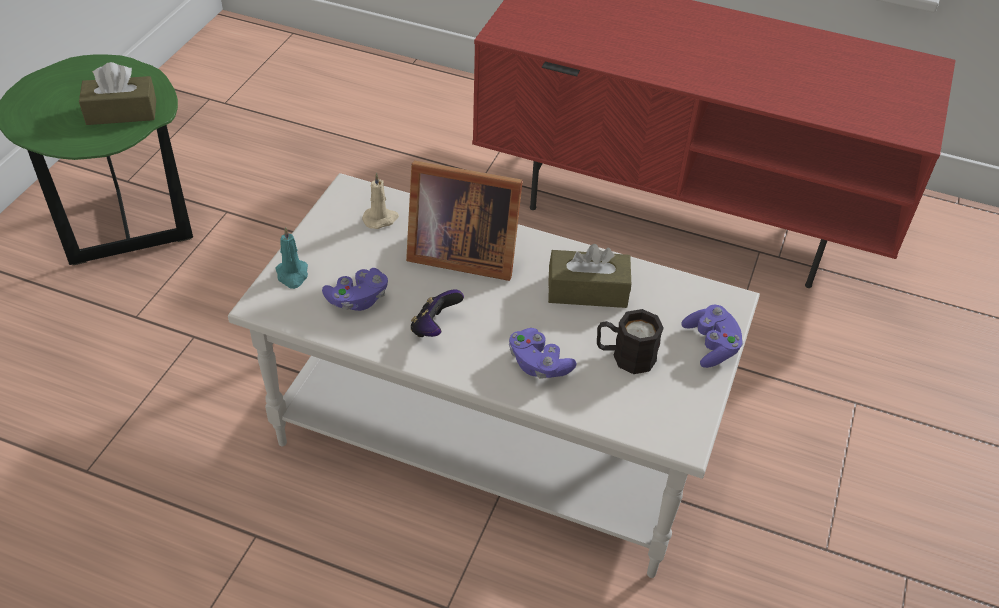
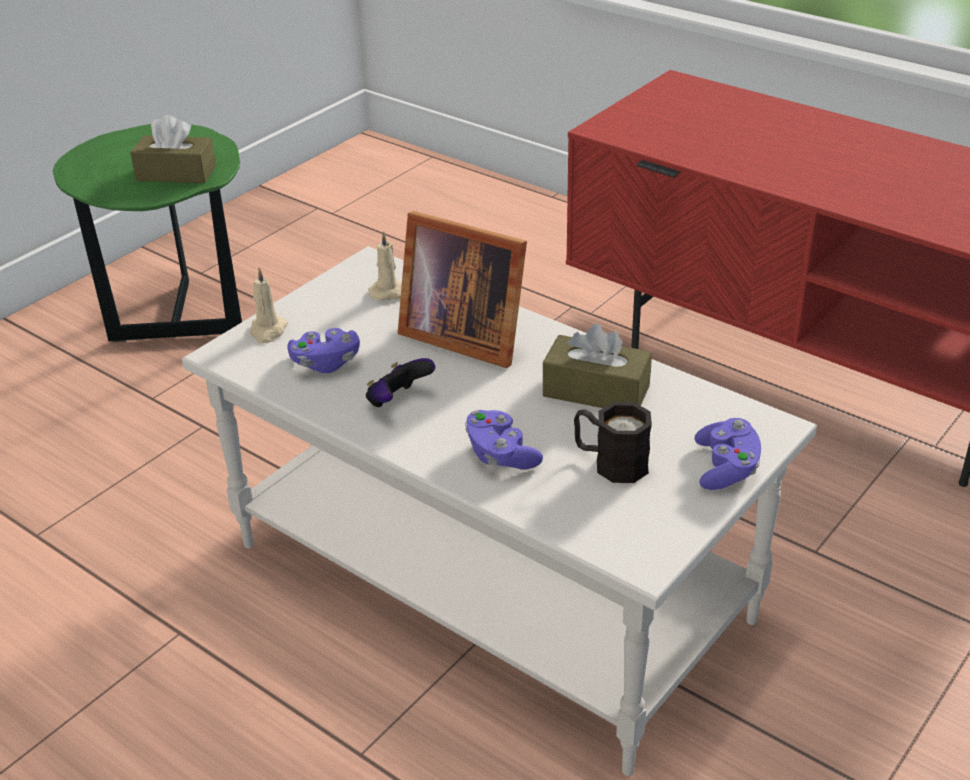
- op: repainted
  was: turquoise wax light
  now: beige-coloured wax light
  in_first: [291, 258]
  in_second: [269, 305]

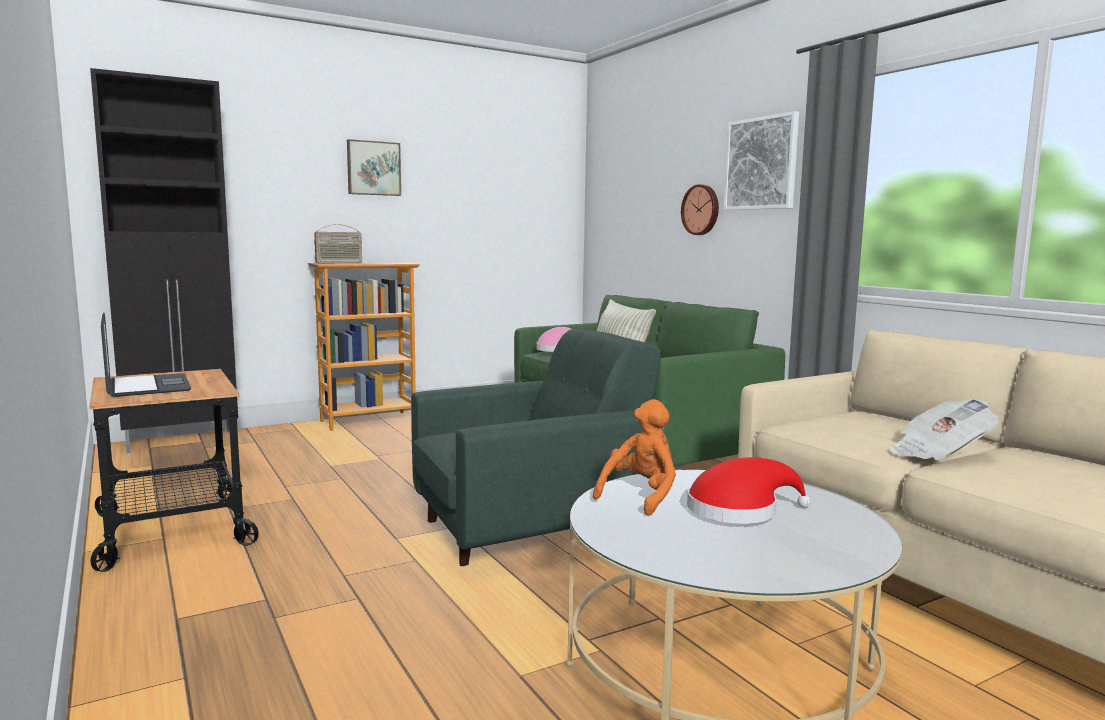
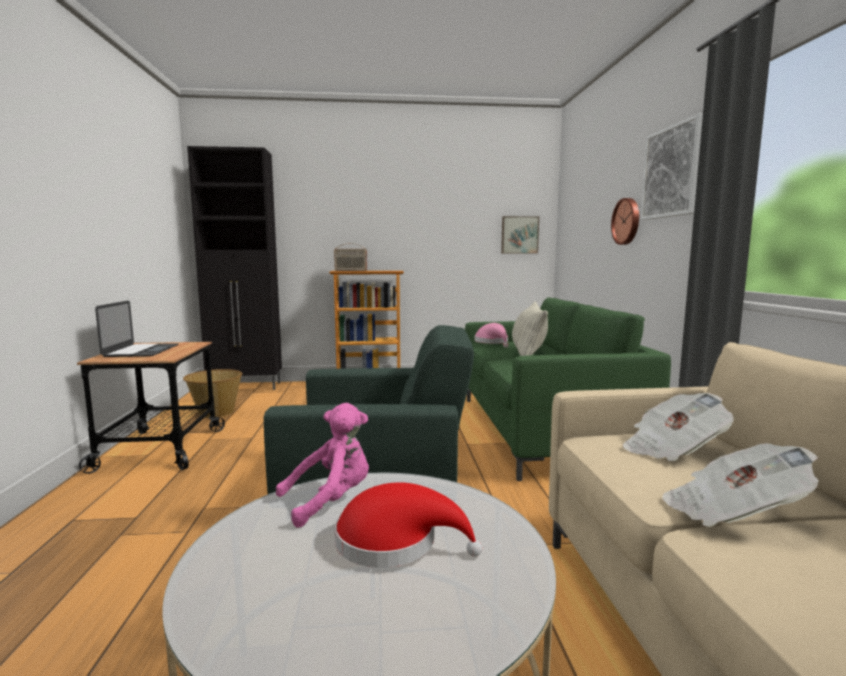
- op: new
  now: storage basket
  in_second: [212, 393]
- op: new
  now: daily paper
  in_second: [678, 427]
- op: shifted
  was: picture
  in_first: [374, 167]
  in_second: [520, 235]
- op: repainted
  was: orange soft toy
  now: pink soft toy
  in_first: [634, 457]
  in_second: [322, 465]

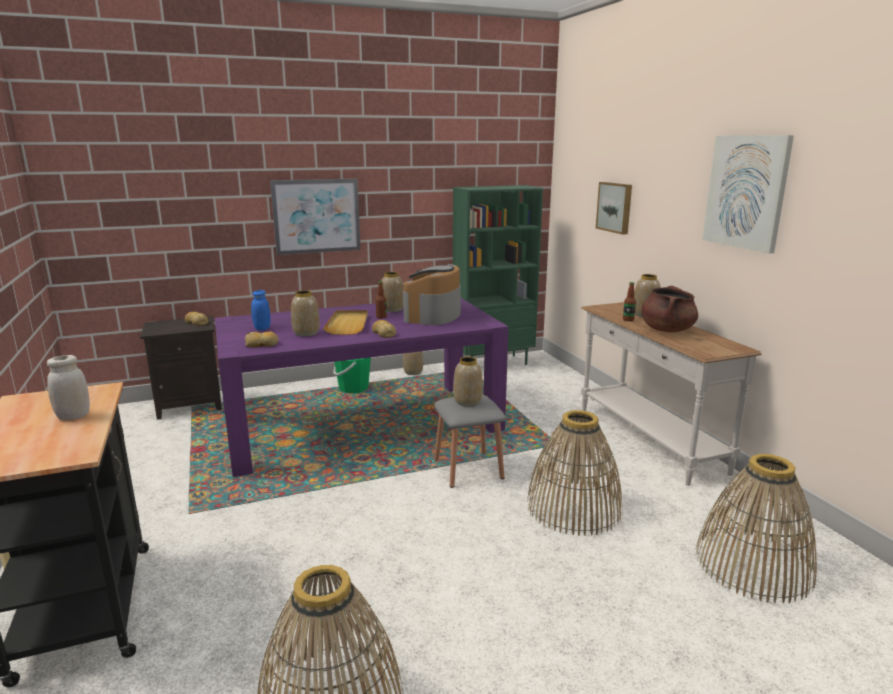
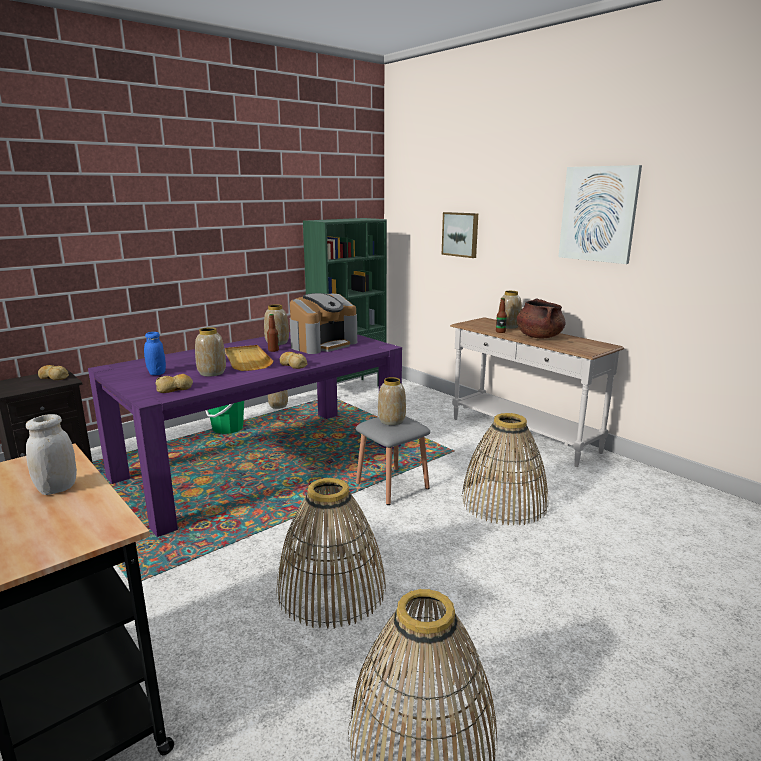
- op: gone
  was: picture
  in_first: [315, 217]
- op: shifted
  was: storage basket
  in_first: [756, 528]
  in_second: [331, 553]
- op: rotated
  was: coffee machine
  in_first: [432, 294]
  in_second: [323, 323]
  clockwise: -135

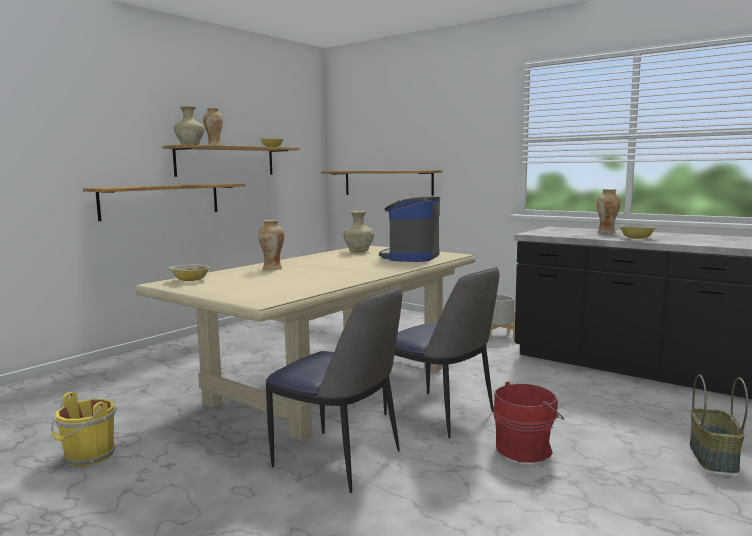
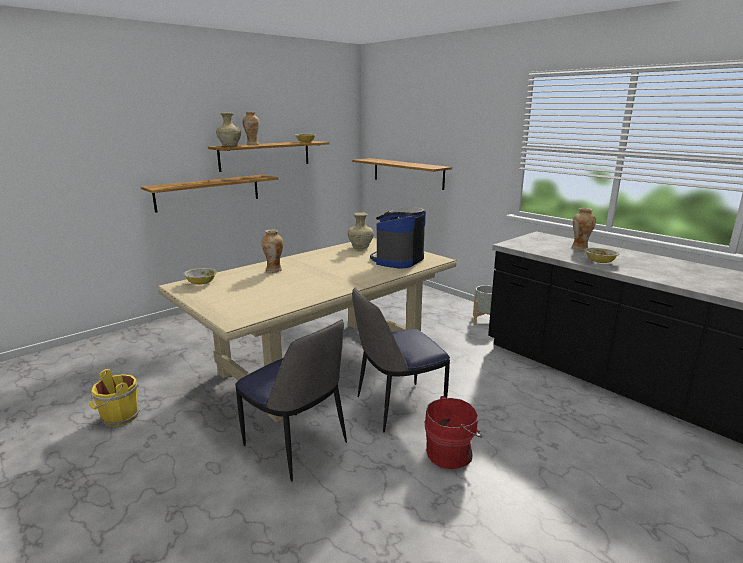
- op: gone
  was: storage basket
  in_first: [719, 424]
- op: rotated
  was: upright chair
  in_first: [441, 352]
  in_second: [401, 359]
  clockwise: 105

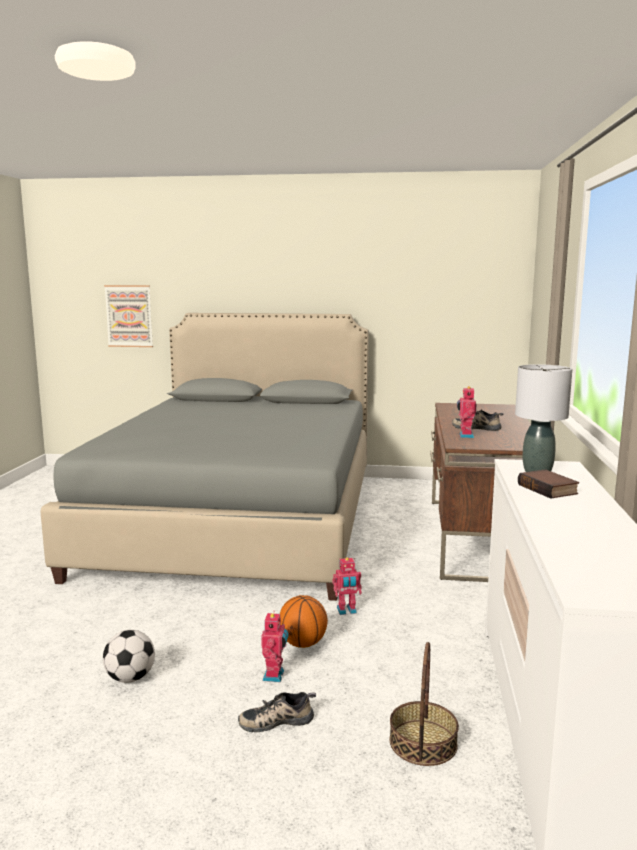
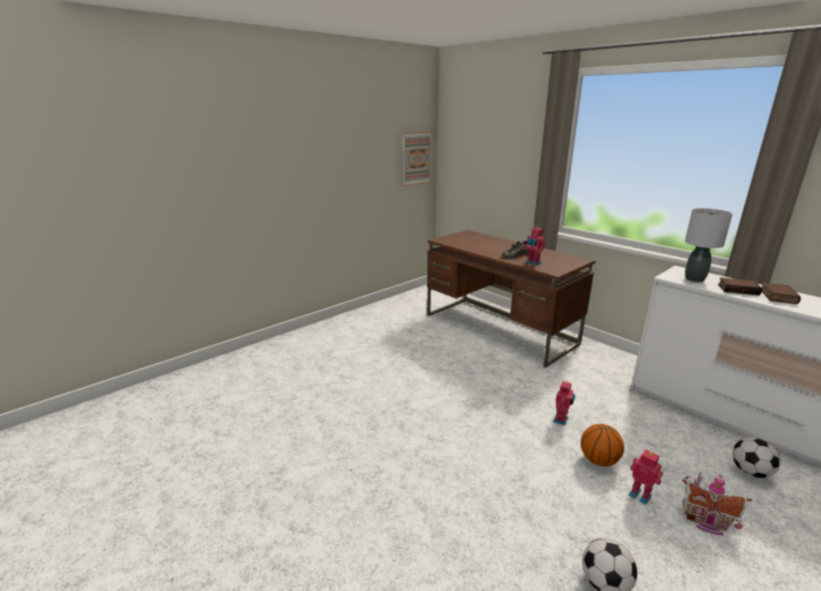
- op: gone
  was: grey bed
  in_first: [204, 457]
- op: new
  now: bound book
  in_second: [781, 293]
- op: shifted
  was: picture
  in_first: [128, 316]
  in_second: [417, 158]
- op: swapped
  was: low shoe
  now: miniature house
  in_first: [277, 712]
  in_second: [717, 503]
- op: swapped
  was: storage basket
  now: ball for football
  in_first: [424, 704]
  in_second: [756, 457]

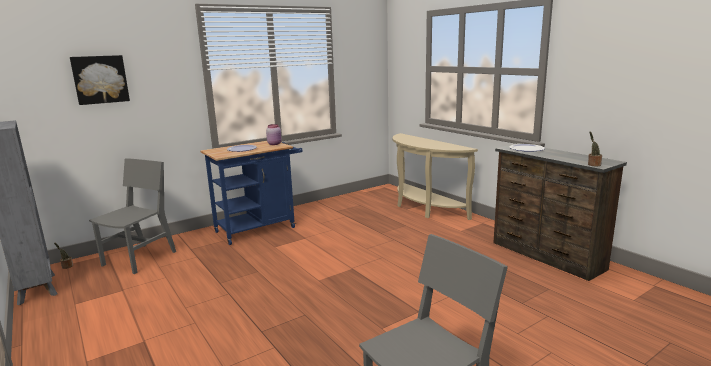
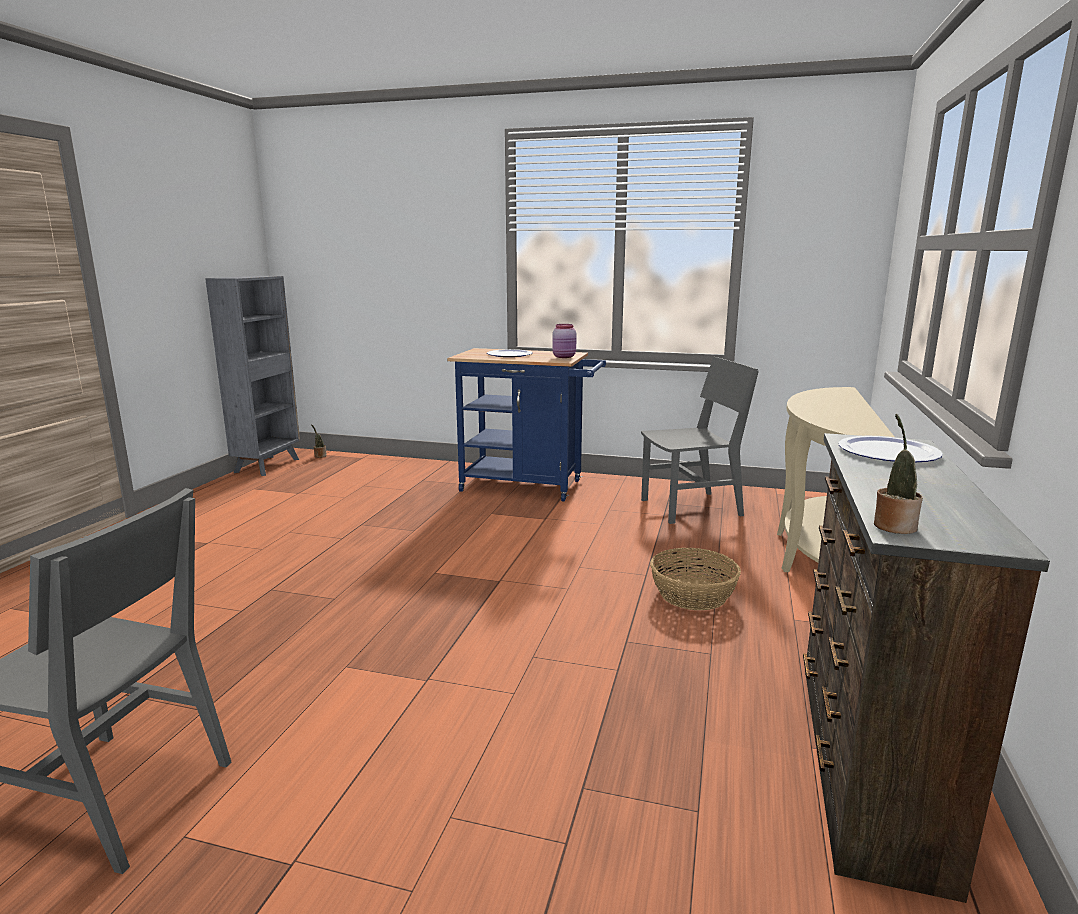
- op: gone
  was: picture
  in_first: [100, 80]
- op: new
  now: storage basket
  in_second: [695, 579]
- op: shifted
  was: grey upright chair
  in_first: [132, 216]
  in_second: [700, 440]

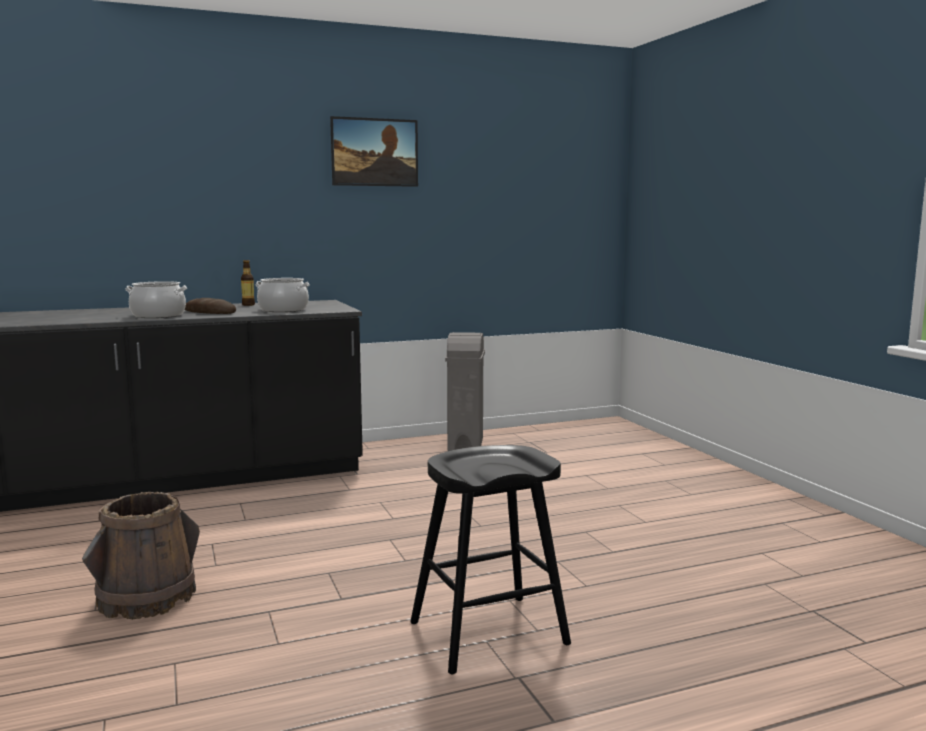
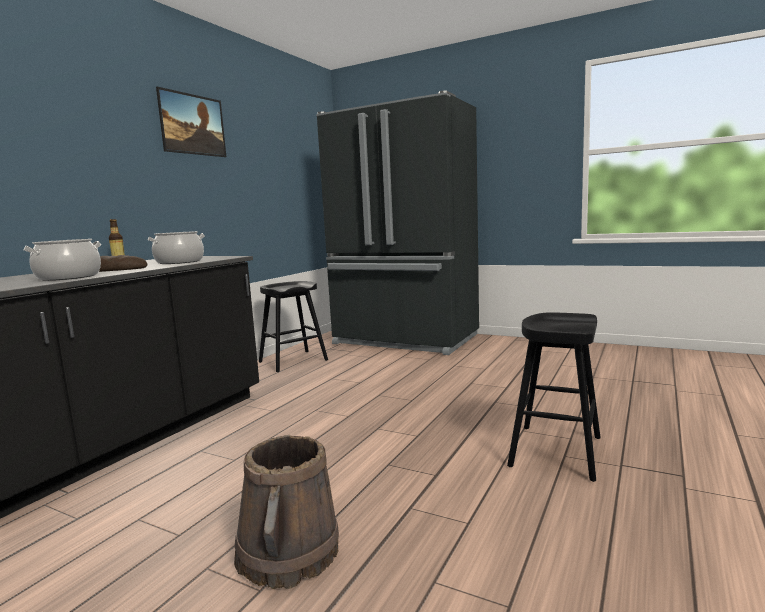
- op: new
  now: blackish kitchen fridge
  in_second: [397, 223]
- op: swapped
  was: grey trash can
  now: blackish sitting stool
  in_first: [465, 391]
  in_second: [293, 326]

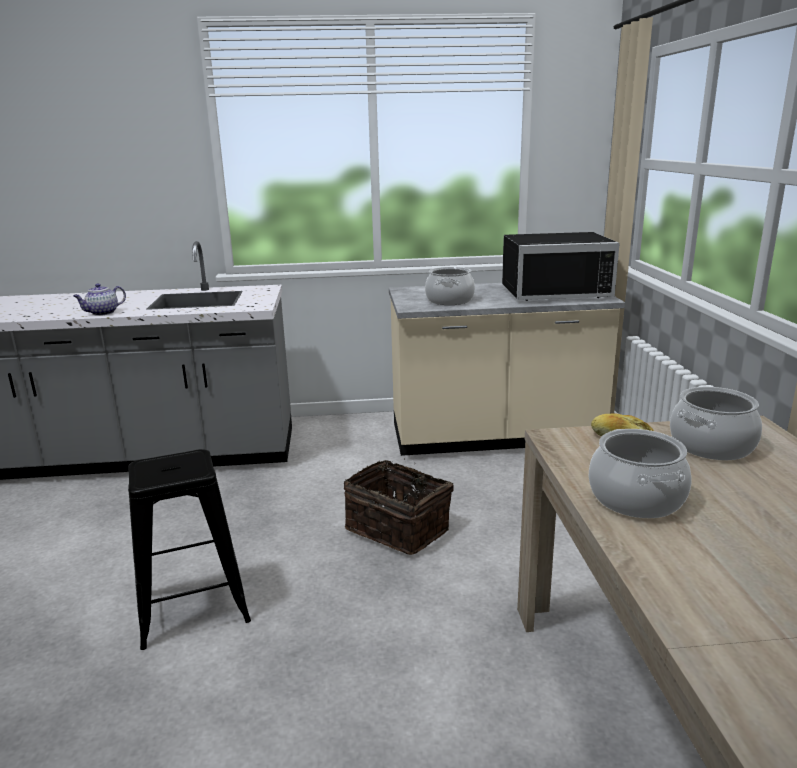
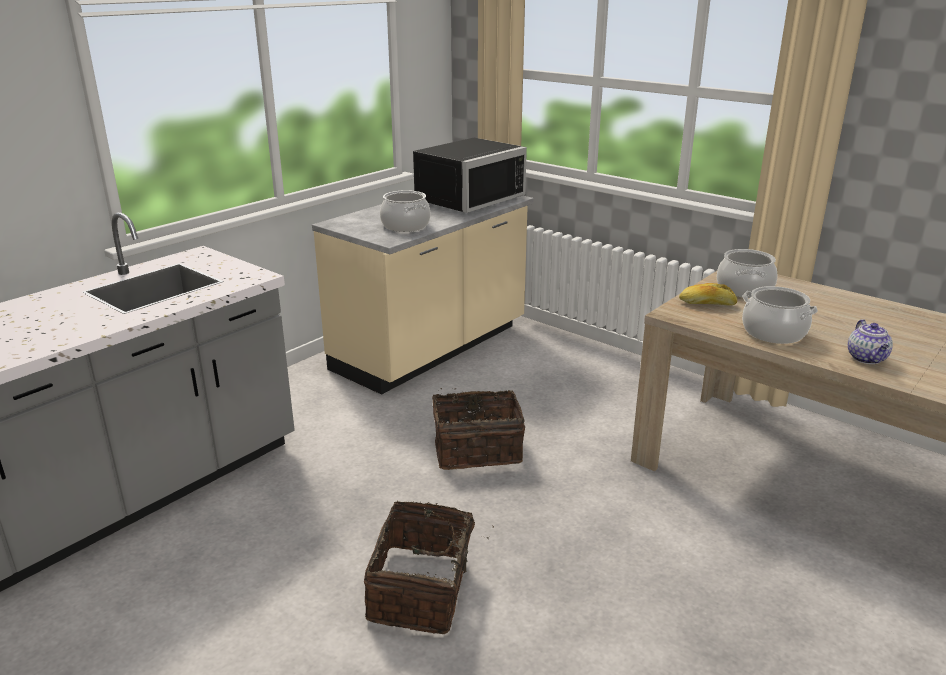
- op: shifted
  was: teapot
  in_first: [99, 300]
  in_second: [870, 341]
- op: swapped
  was: blackish sitting stool
  now: storage basket
  in_first: [189, 549]
  in_second: [429, 567]

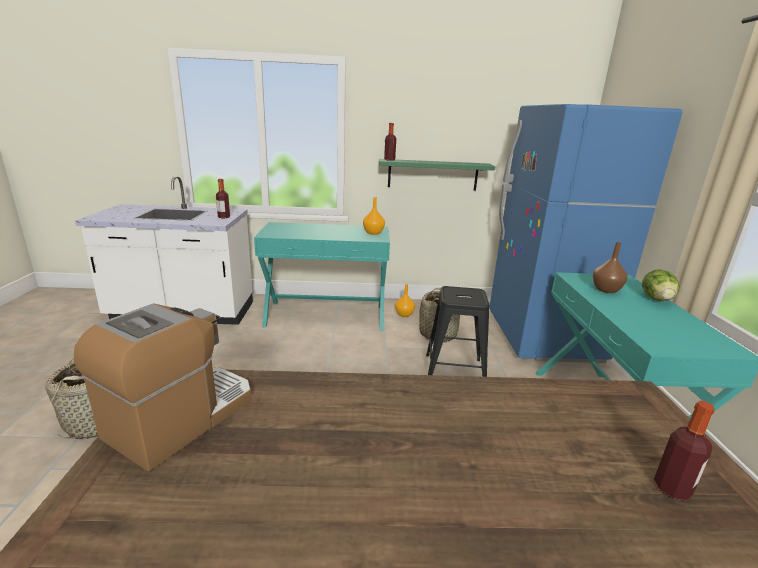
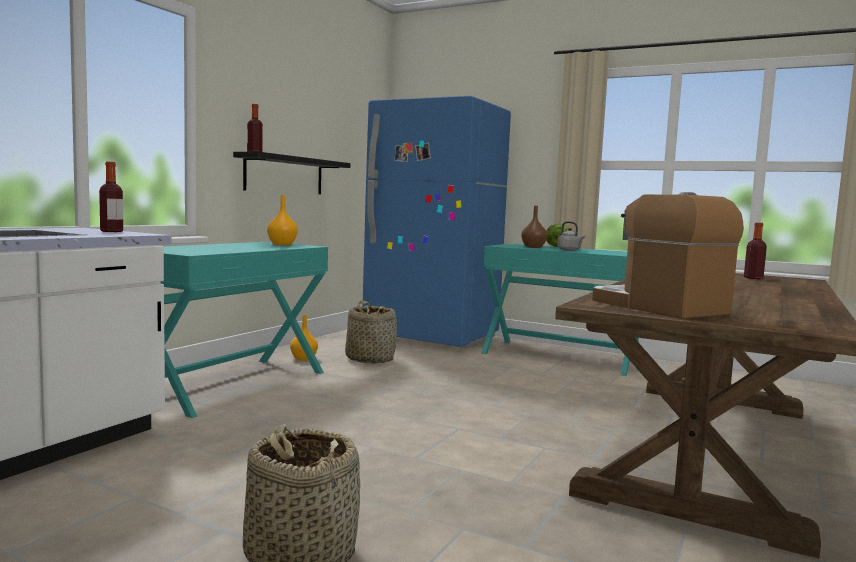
- op: gone
  was: blackish sitting stool
  in_first: [458, 331]
- op: new
  now: grey tea kettle
  in_second: [571, 236]
- op: repainted
  was: green wall shelf
  now: blackish wall shelf
  in_first: [437, 174]
  in_second: [291, 173]

